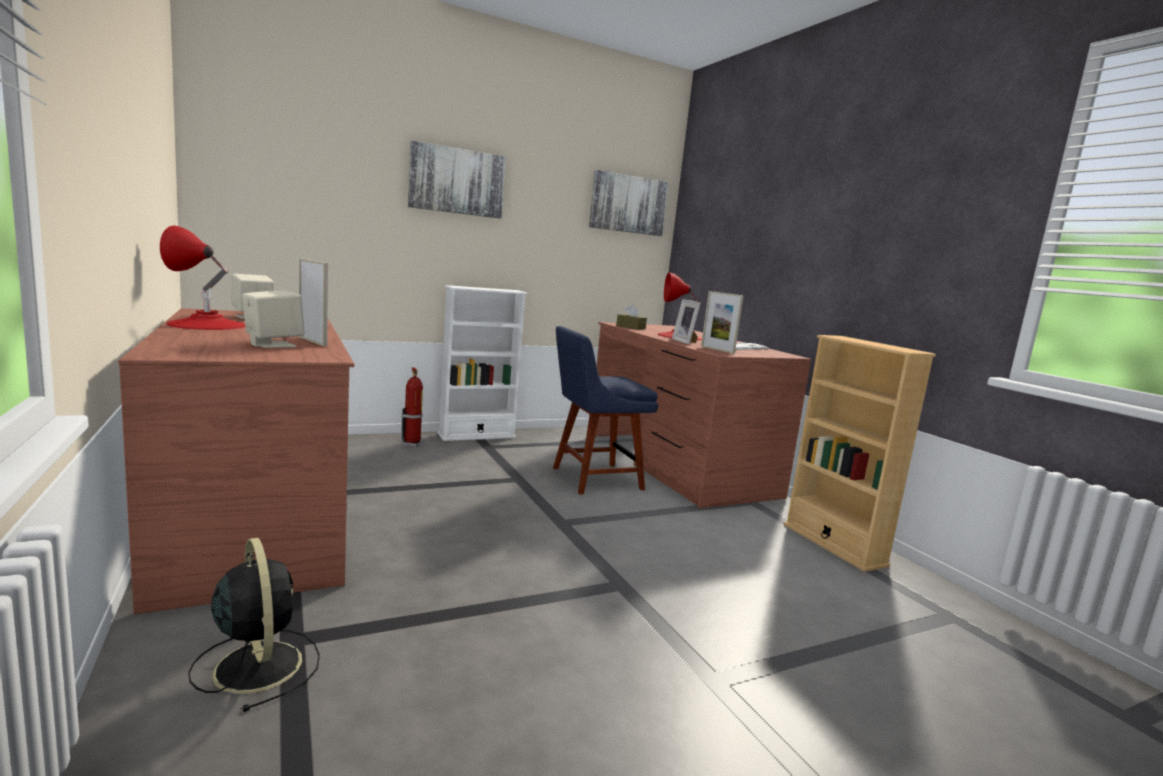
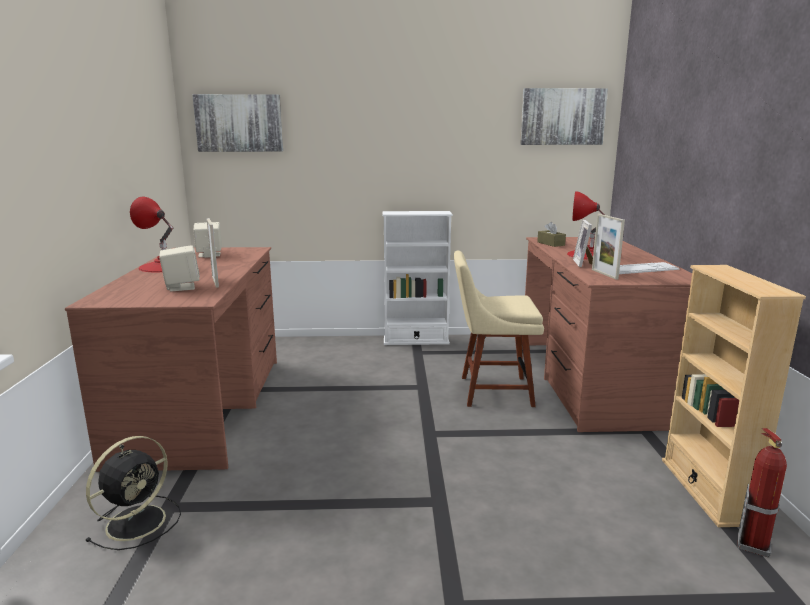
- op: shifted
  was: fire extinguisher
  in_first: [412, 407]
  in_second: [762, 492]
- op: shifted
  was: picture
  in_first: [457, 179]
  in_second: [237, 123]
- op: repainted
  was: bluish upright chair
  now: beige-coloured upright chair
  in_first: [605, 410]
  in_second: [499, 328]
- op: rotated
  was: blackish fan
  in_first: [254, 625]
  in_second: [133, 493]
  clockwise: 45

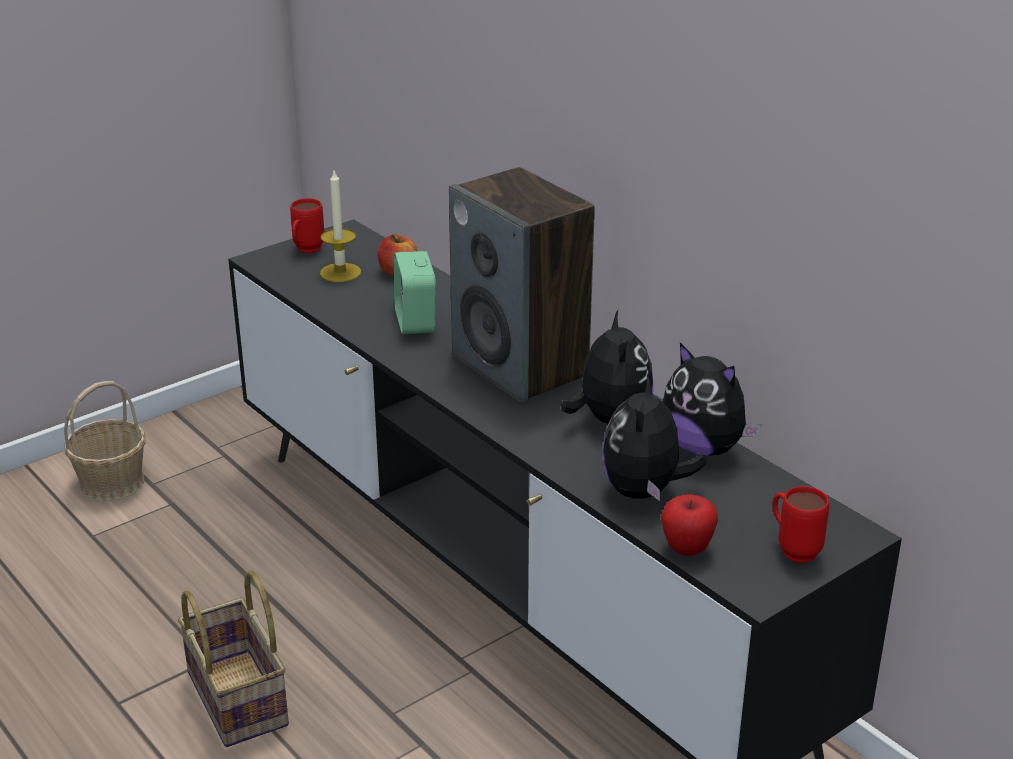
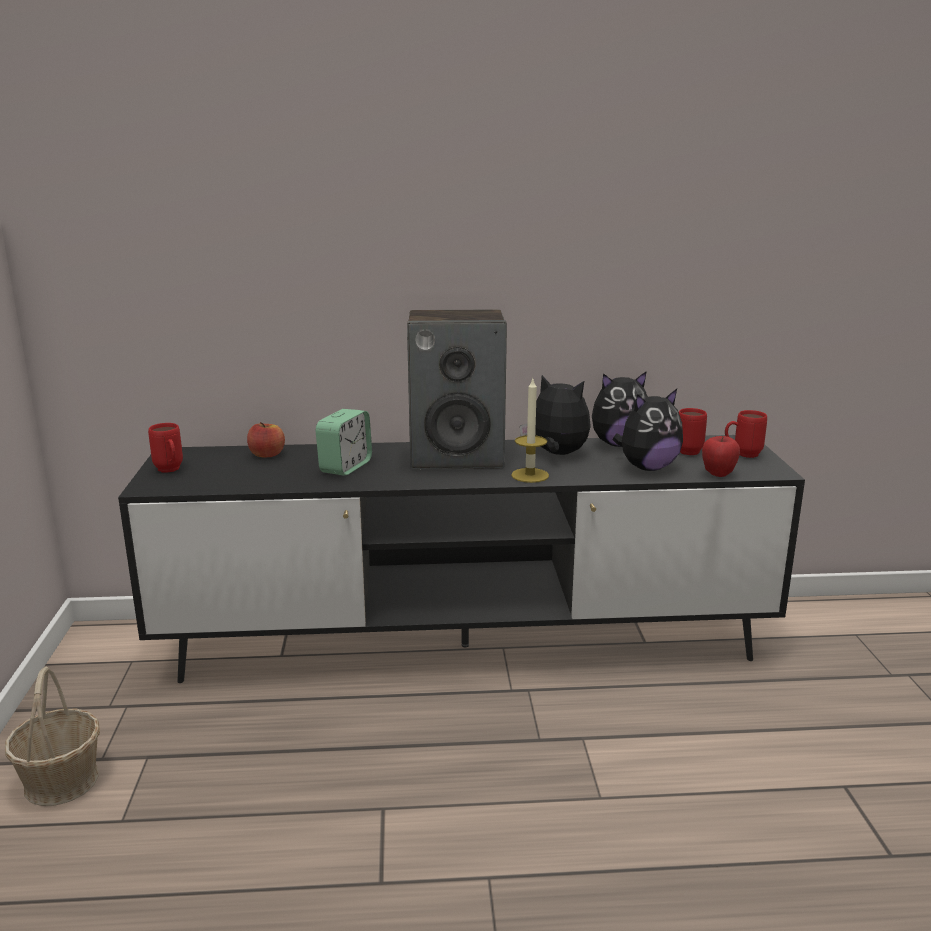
- op: gone
  was: storage basket
  in_first: [233, 659]
- op: new
  now: reddish tea mug
  in_second: [693, 431]
- op: shifted
  was: wax light
  in_first: [340, 226]
  in_second: [530, 431]
- op: rotated
  was: alarm clock
  in_first: [415, 292]
  in_second: [343, 442]
  clockwise: -90
- op: rotated
  was: soft toy
  in_first: [654, 437]
  in_second: [648, 430]
  clockwise: -75

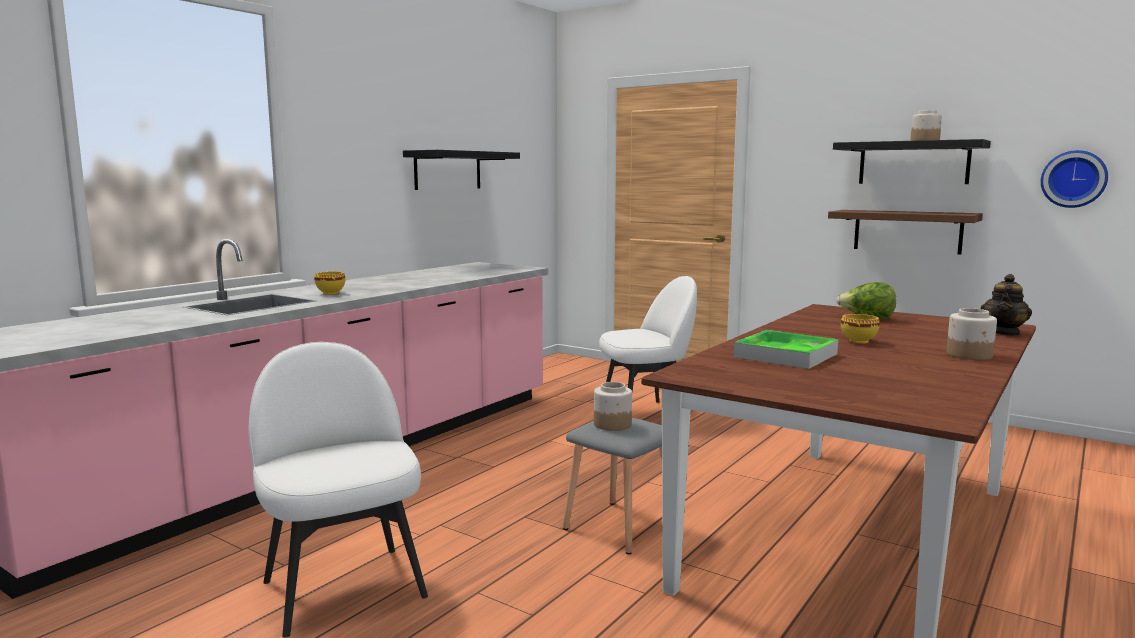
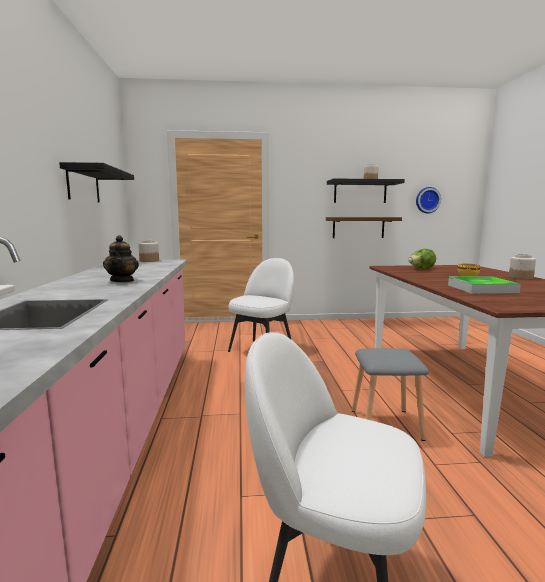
- op: gone
  was: yellowish bowl
  in_first: [330, 283]
- op: shifted
  was: preserve jar
  in_first: [613, 406]
  in_second: [148, 251]
- op: shifted
  was: teapot
  in_first: [1006, 305]
  in_second: [121, 258]

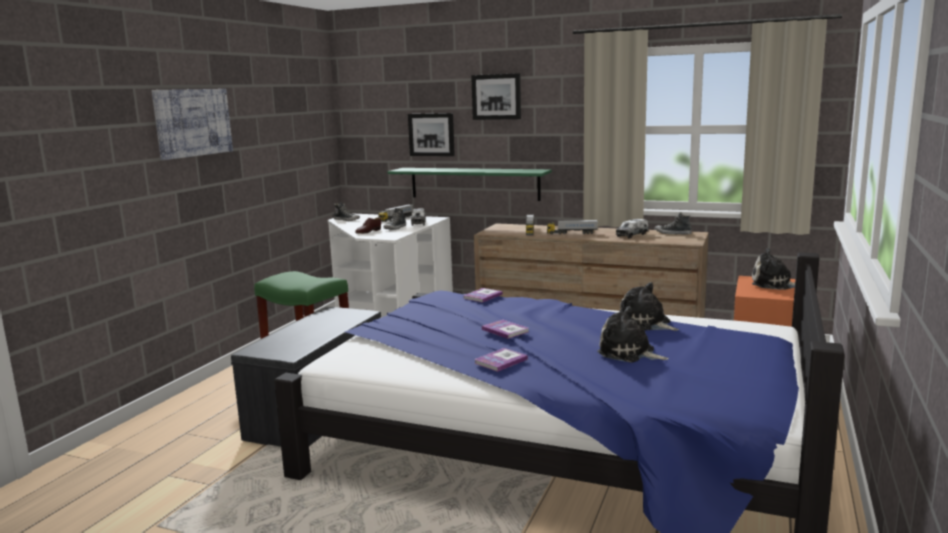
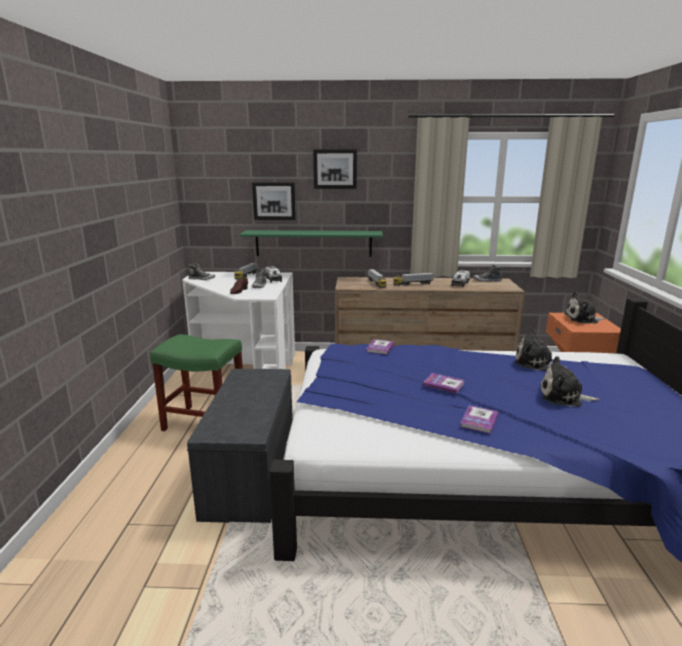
- op: gone
  was: picture
  in_first: [192, 124]

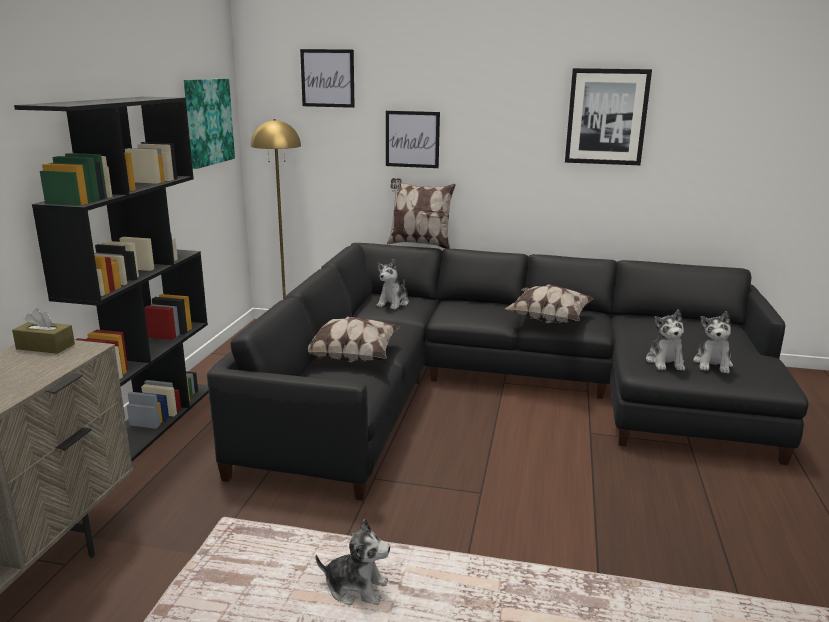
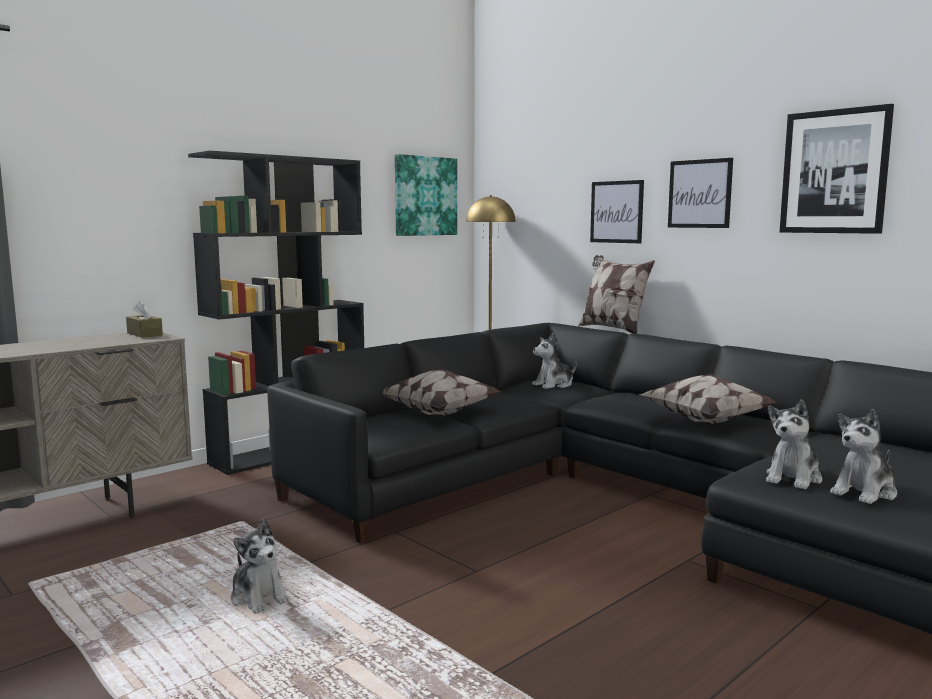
- op: shifted
  was: picture
  in_first: [327, 78]
  in_second: [700, 193]

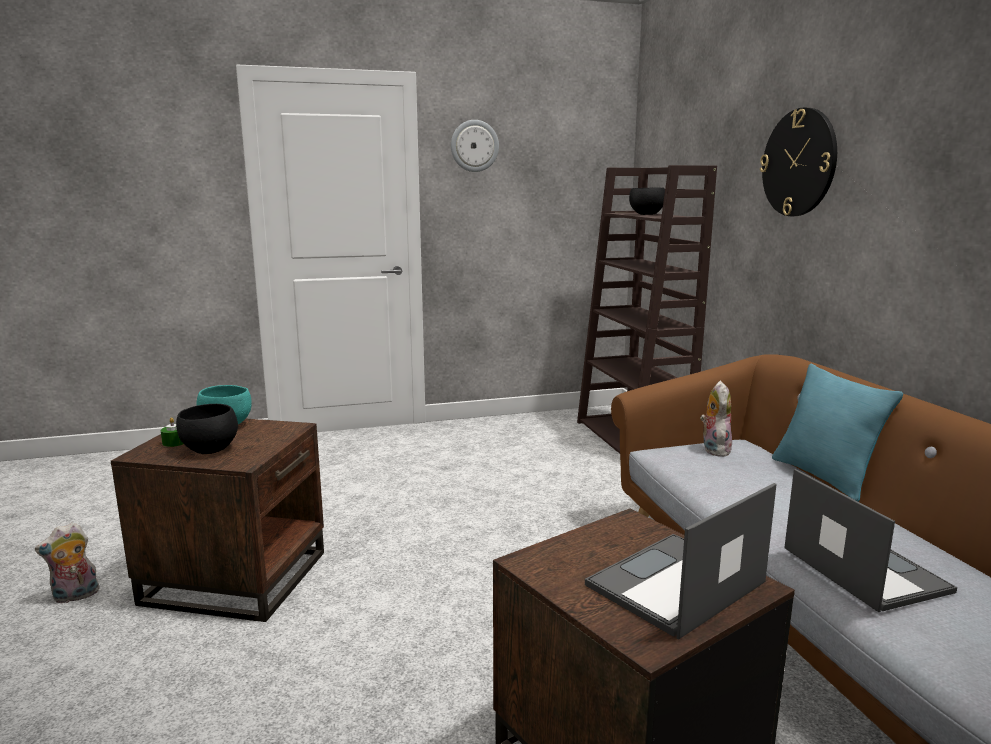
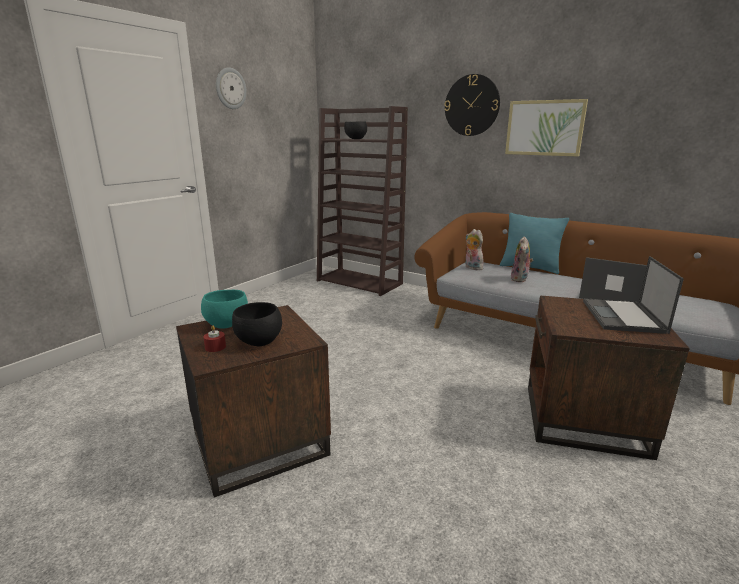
- op: new
  now: picture
  in_second: [546, 127]
- op: shifted
  was: soft toy
  in_first: [67, 562]
  in_second: [521, 259]
- op: repainted
  was: green wax light
  now: reddish wax light
  in_first: [172, 432]
  in_second: [214, 338]

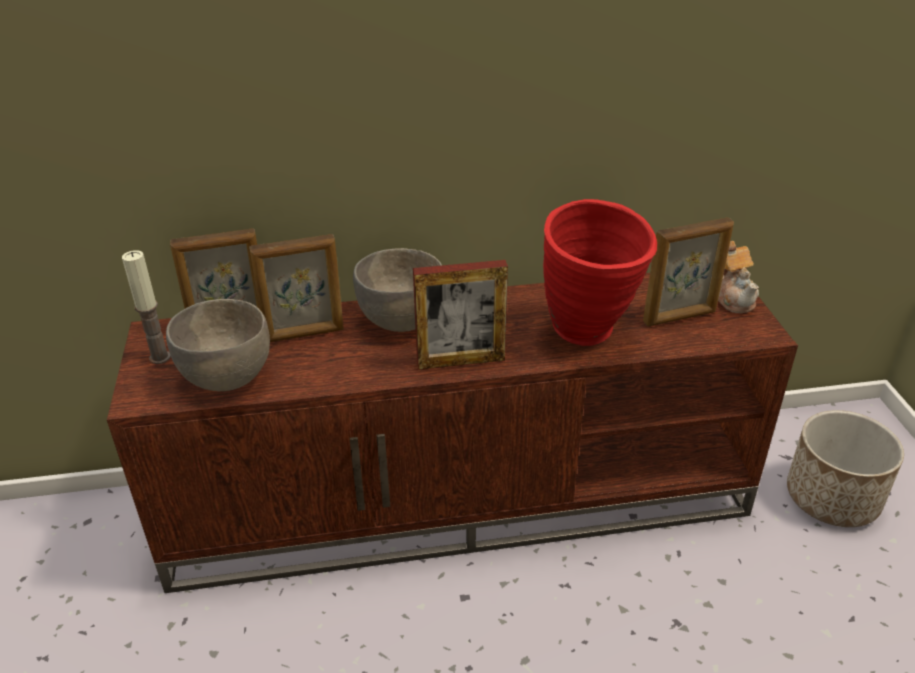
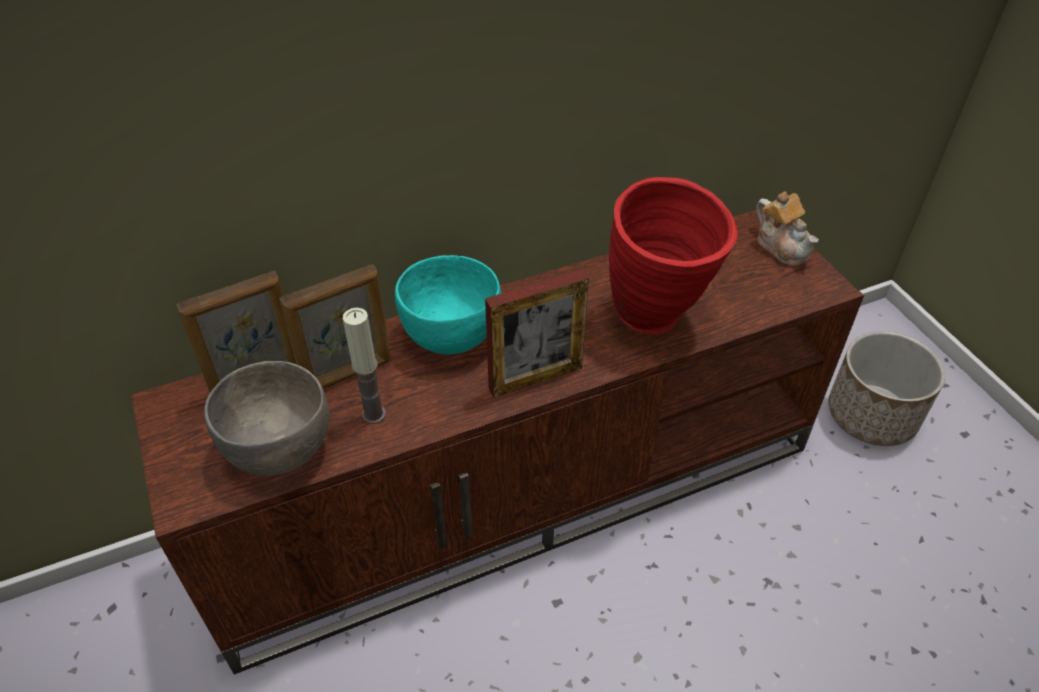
- op: gone
  was: standing frame
  in_first: [688, 271]
- op: shifted
  was: wax light
  in_first: [146, 307]
  in_second: [364, 366]
- op: repainted
  was: grey bowl
  now: turquoise bowl
  in_first: [397, 290]
  in_second: [448, 304]

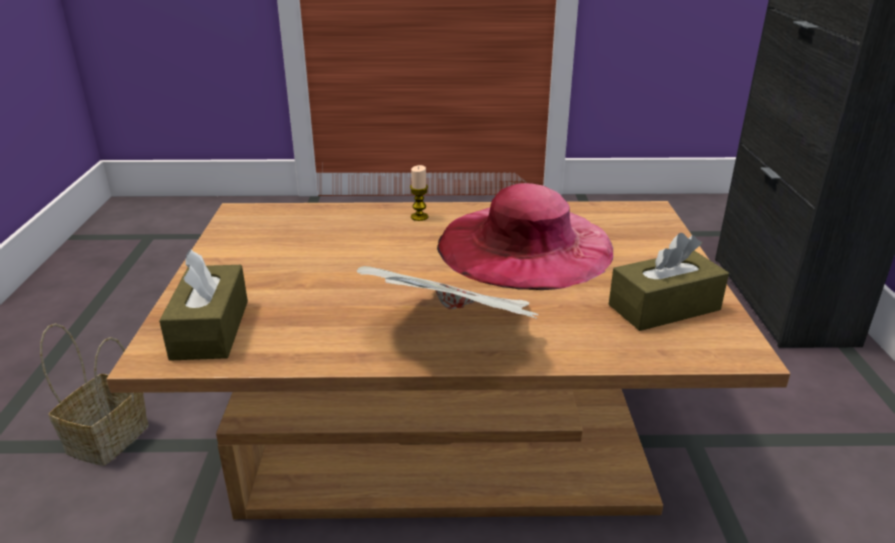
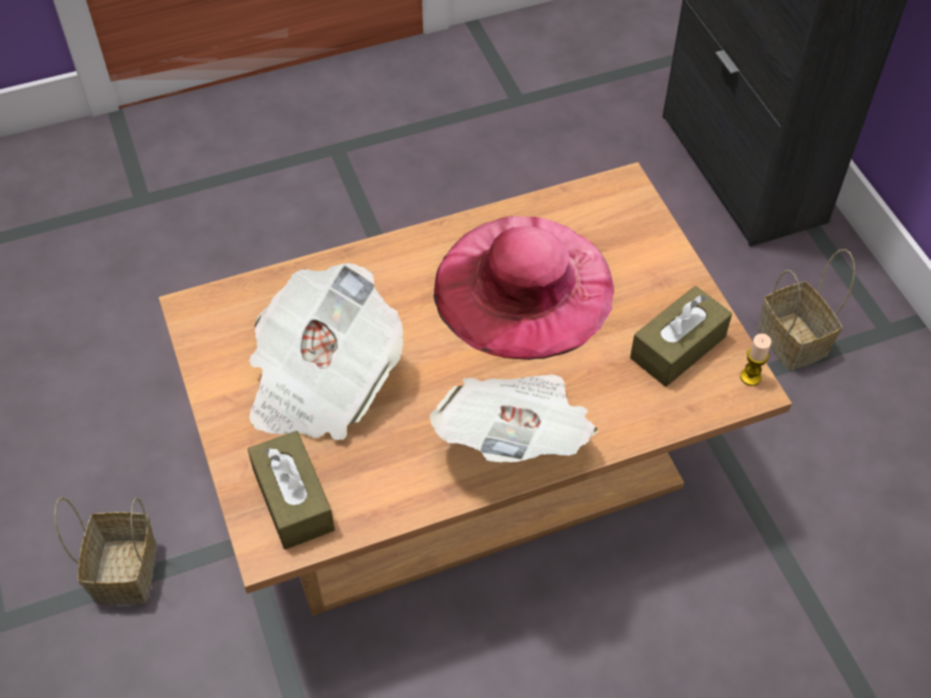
- op: new
  now: daily paper
  in_second: [326, 351]
- op: new
  now: storage basket
  in_second: [806, 310]
- op: shifted
  was: wax light
  in_first: [419, 193]
  in_second: [755, 360]

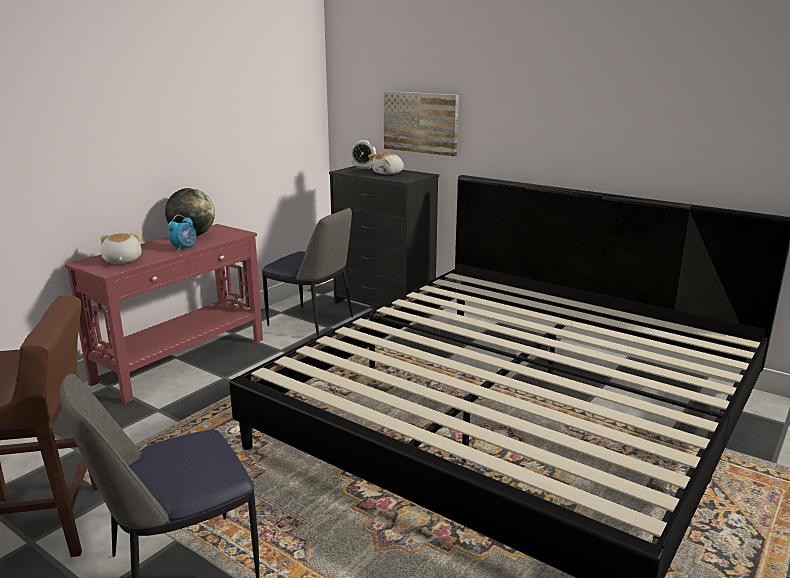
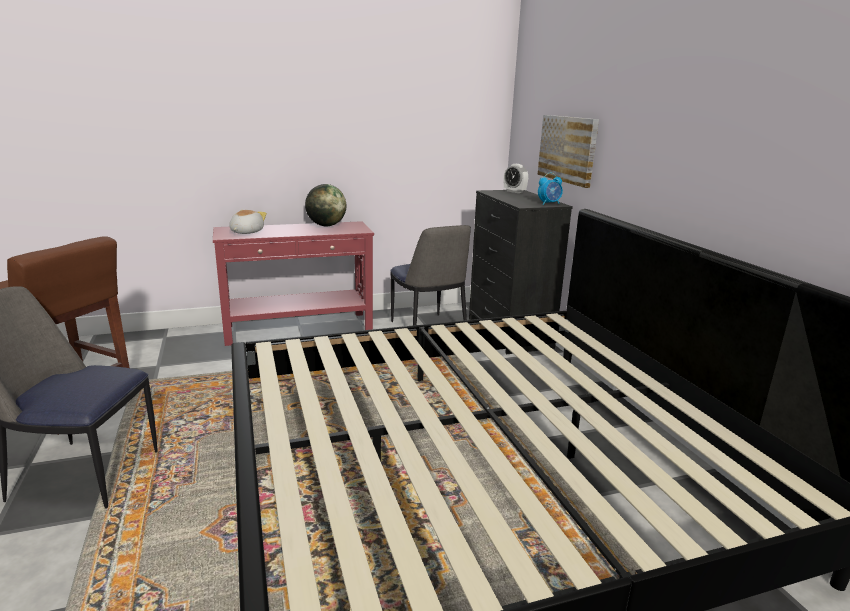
- op: gone
  was: soft toy
  in_first: [386, 163]
- op: shifted
  was: alarm clock
  in_first: [182, 233]
  in_second: [550, 189]

